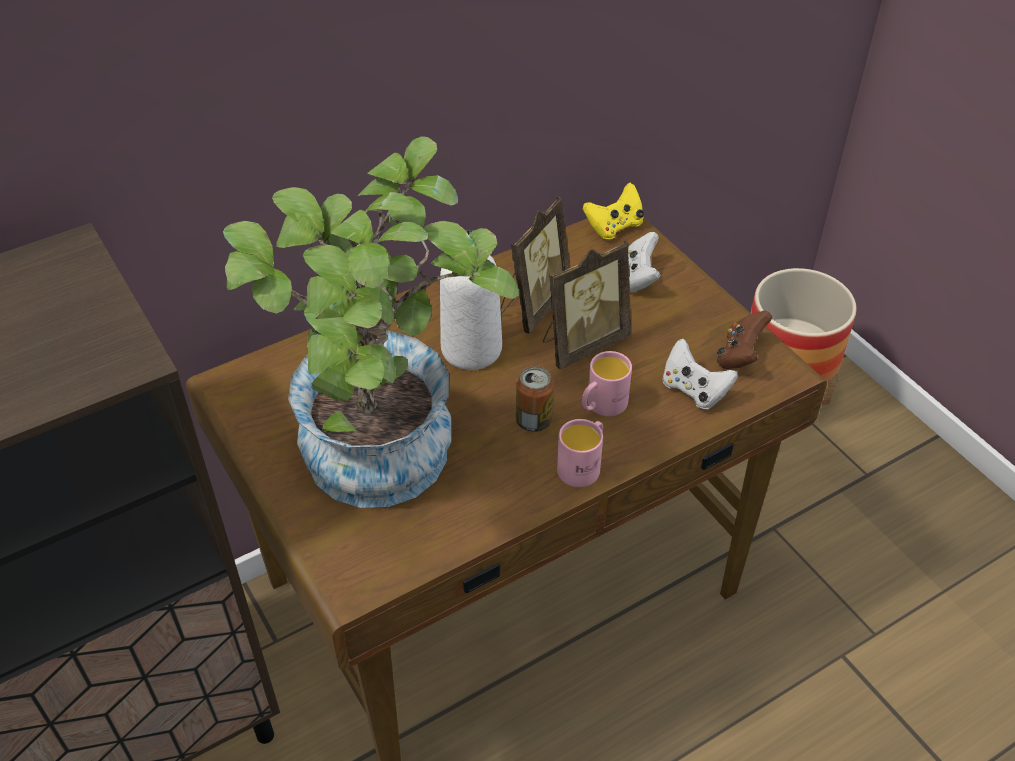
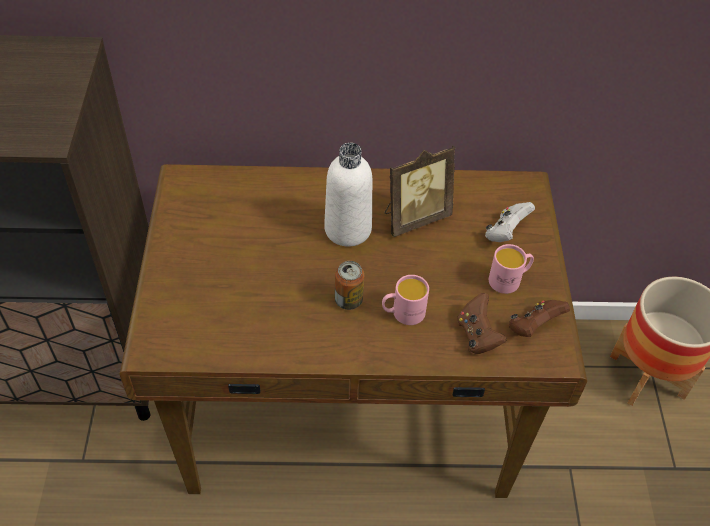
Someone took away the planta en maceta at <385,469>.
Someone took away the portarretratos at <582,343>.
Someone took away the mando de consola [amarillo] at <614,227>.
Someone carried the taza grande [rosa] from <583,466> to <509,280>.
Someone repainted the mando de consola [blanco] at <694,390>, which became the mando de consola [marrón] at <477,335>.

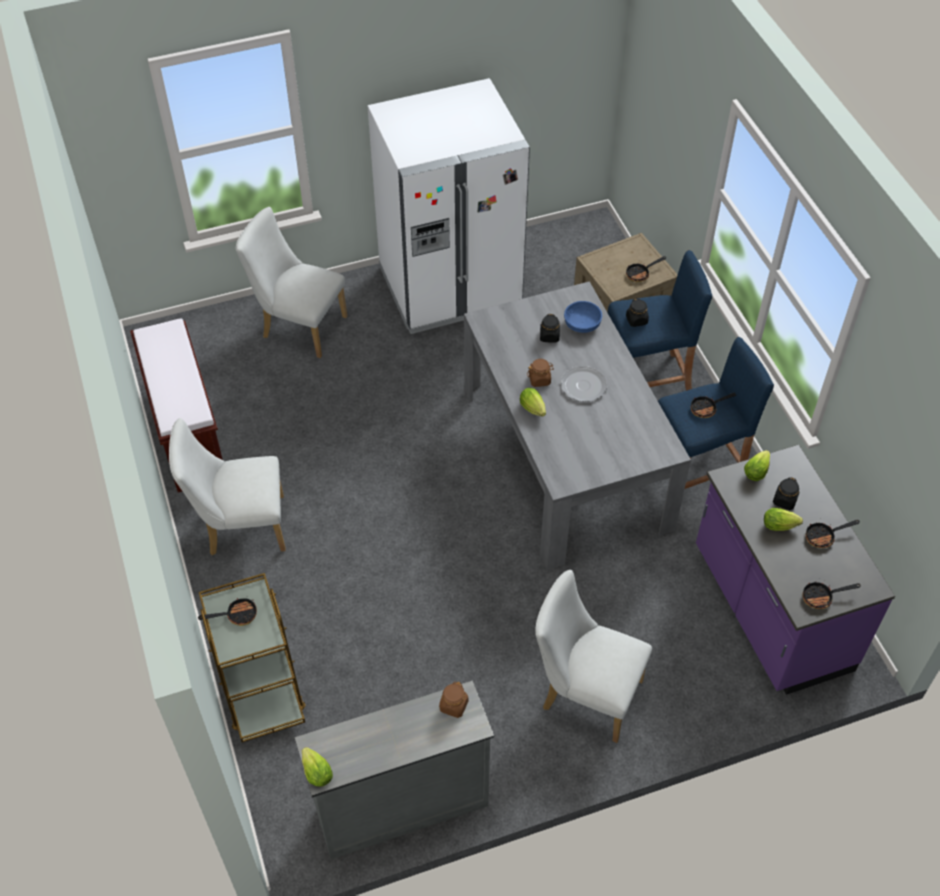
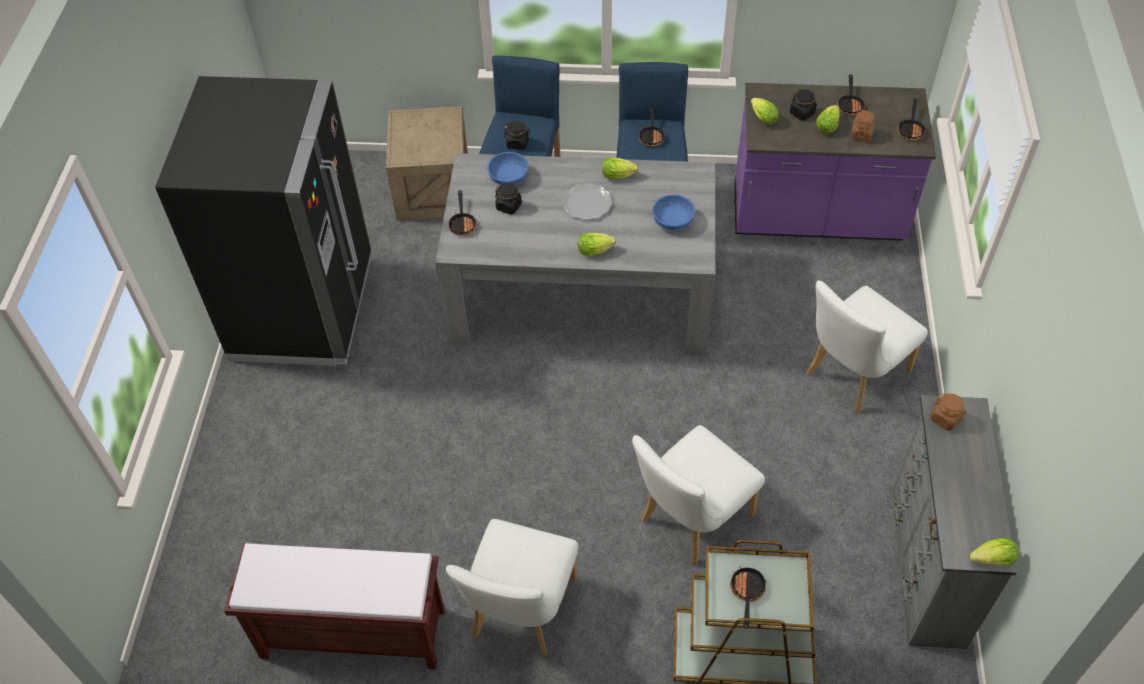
Someone put down the lechuga at <620,176>.
Someone put down the cuenco [azul] at <672,221>.
Someone carried the silla [blanco] from <298,326> to <690,521>.
Someone carried the tarro [marrón] from <539,380> to <861,134>.
Someone carried the sartén from <640,274> to <462,223>.
Someone repainted the nevera [blanco] at <450,287>, which became the nevera [negro] at <303,309>.

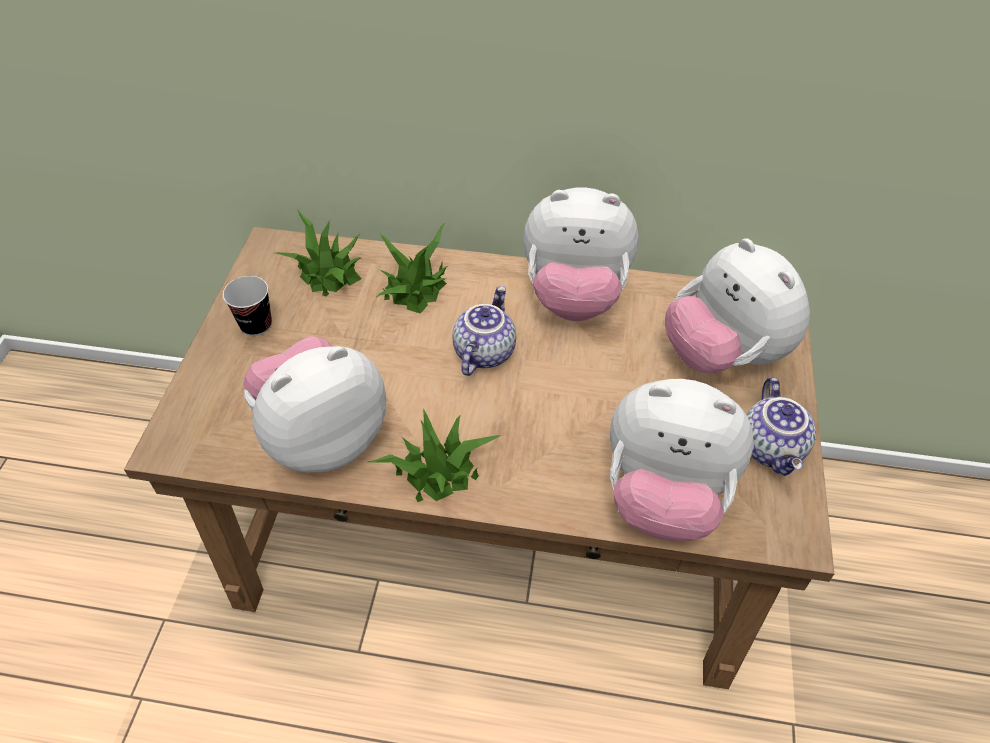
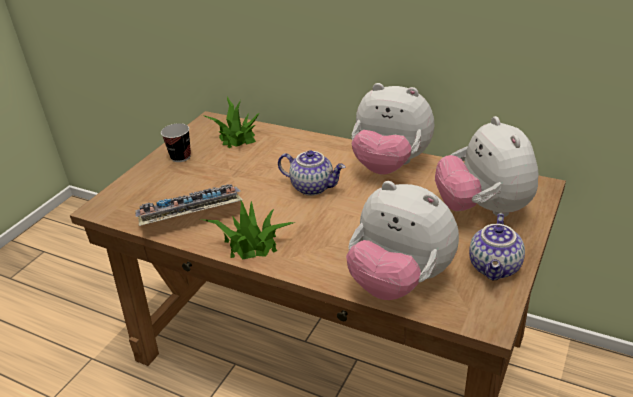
Someone took away the planta en maceta at <416,287>.
Someone swapped the peluche at <323,437> for the teclado at <190,216>.
Someone rotated the tetera at <483,352> by 75 degrees clockwise.

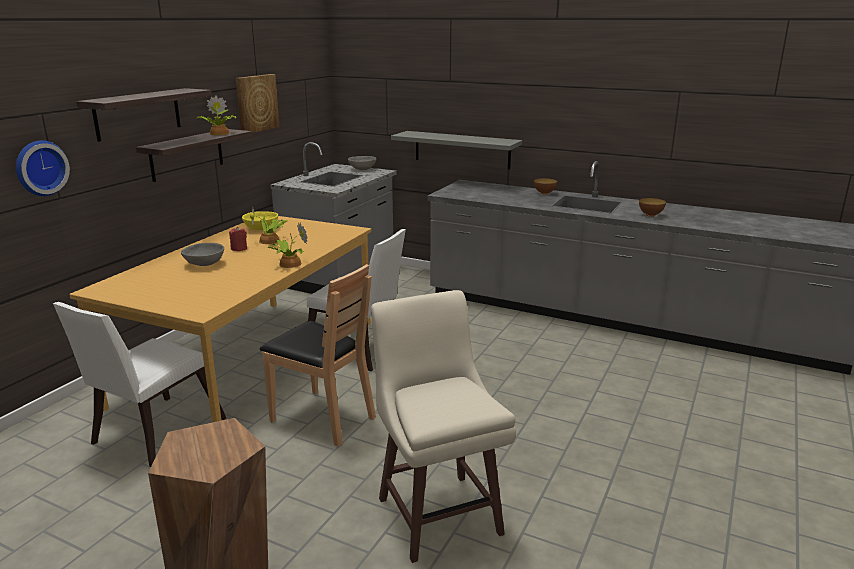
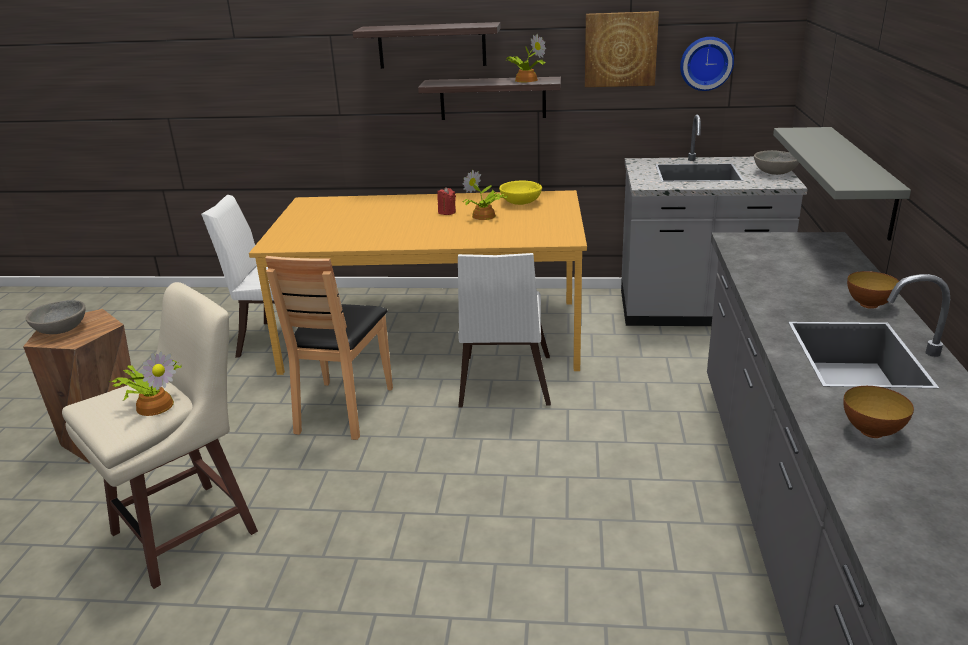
Someone carried the reloj de pared from <39,168> to <706,63>.
Someone carried the cuenco [gris] from <204,264> to <62,329>.
Someone carried the planta en maceta from <288,264> to <155,404>.

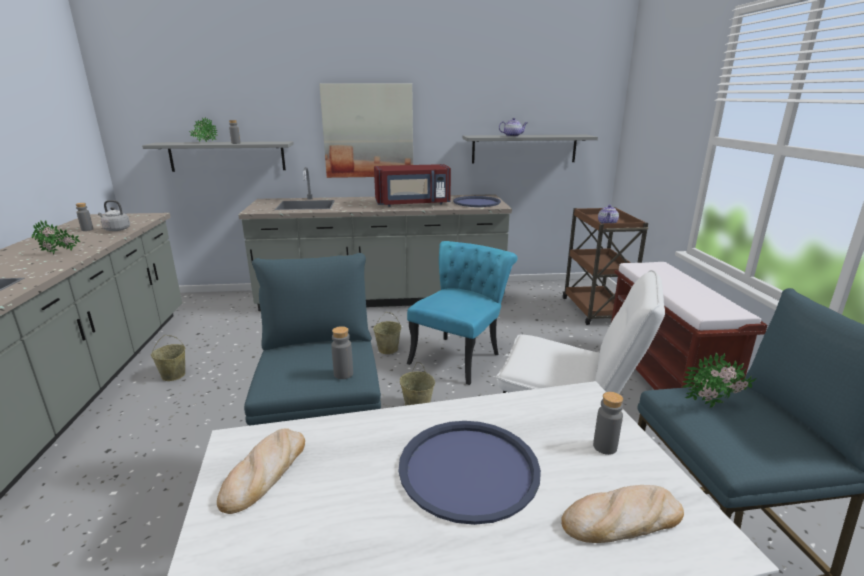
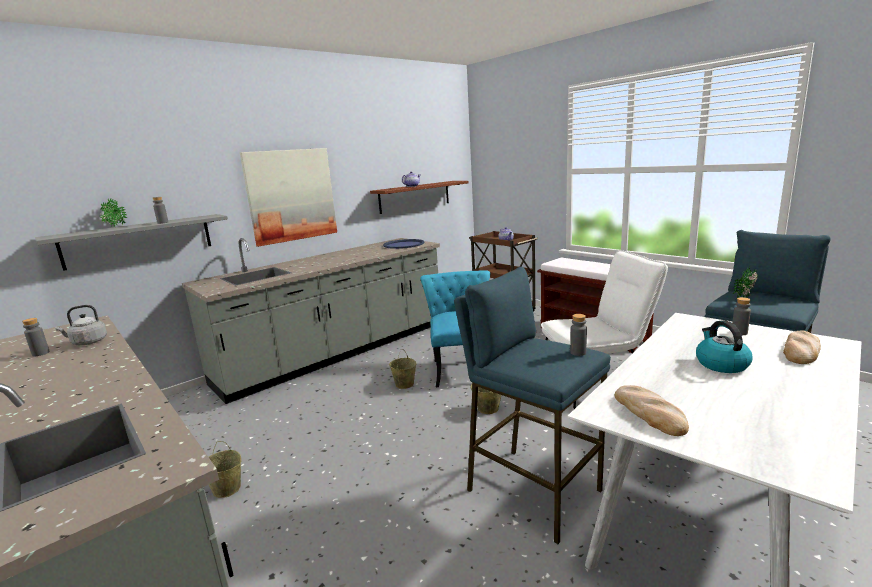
Someone took away the planta en maceta at <59,253>.
Someone took away the microondas [rojo] at <413,204>.
Someone swapped the bandeja [azul] at <468,470> for the hervidor at <721,364>.
Someone repainted the estante [gris] at <524,148>, which became the estante [marrón] at <415,196>.

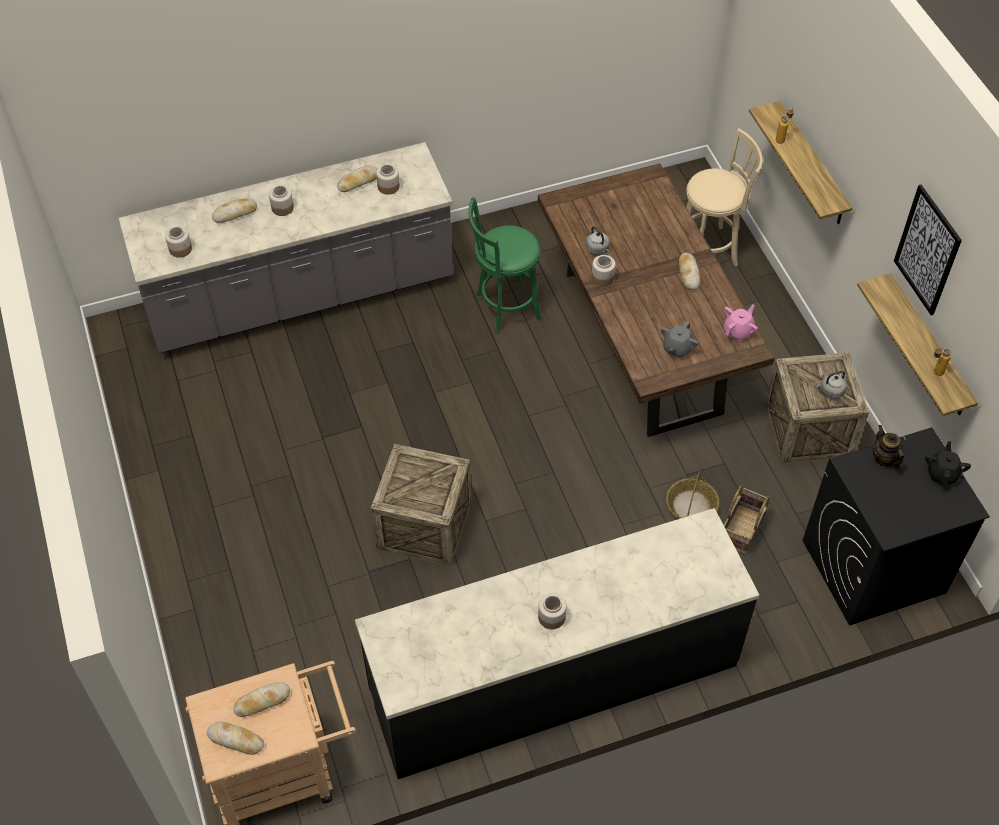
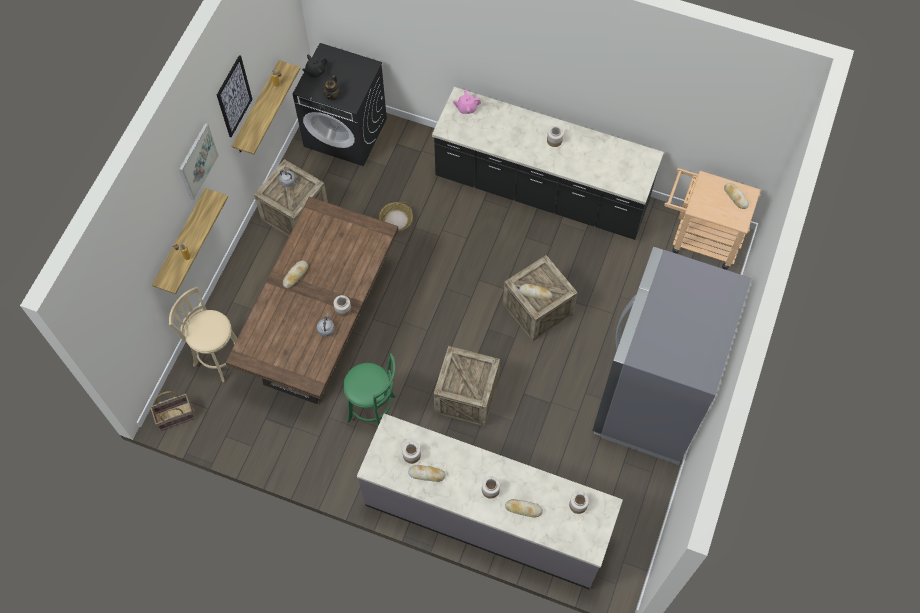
Someone took away the tetera [gris] at <677,348>.
Someone put up the cuadro at <197,161>.
Someone put down the caja de embalaje at <466,396>.
Someone put down the nevera [gris] at <651,397>.
Someone carried the pan from <262,701> to <535,293>.
Someone carried the tetera [rosa] from <738,331> to <466,108>.
Someone carried the cesta from <743,530> to <175,415>.

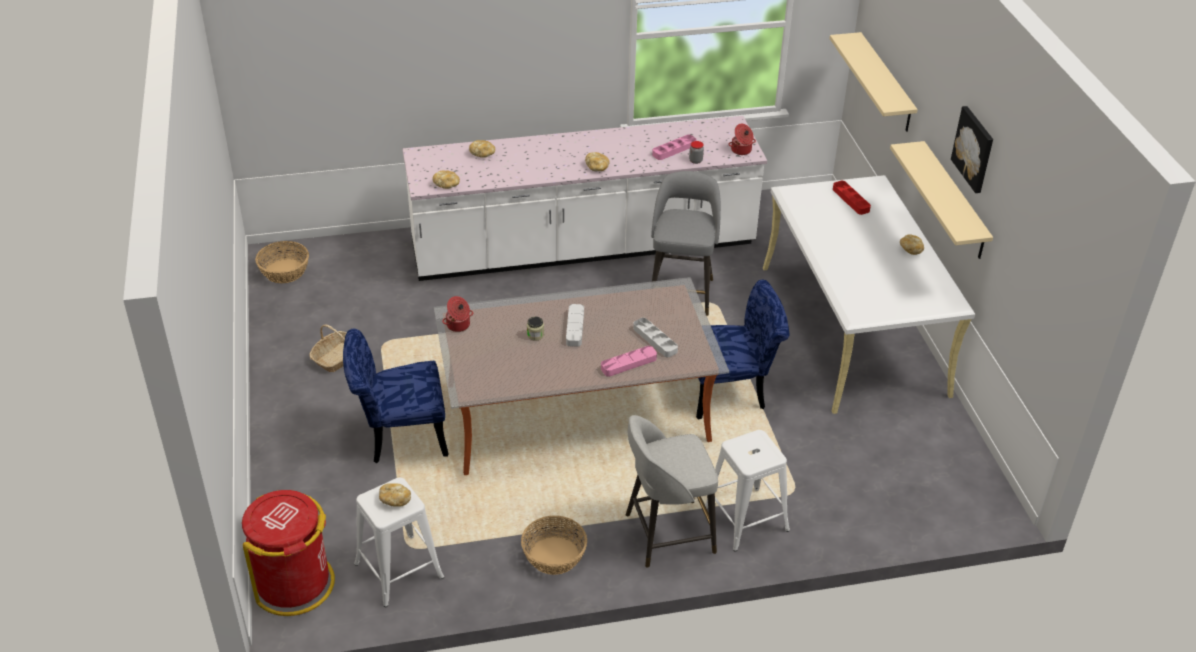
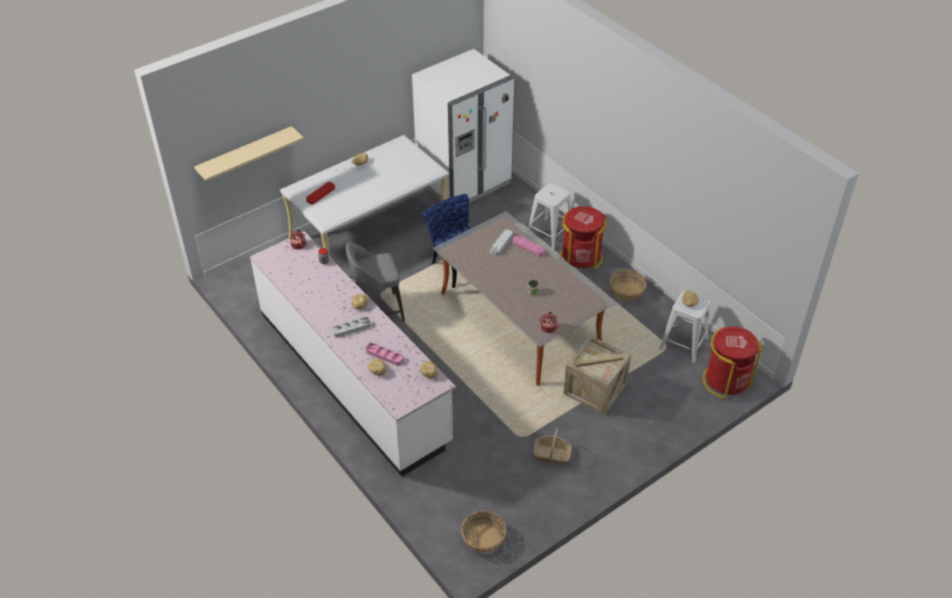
Someone took away the estante [beis] at <954,201>.
Someone took away the cuadro at <974,149>.
Someone put down the nevera [blanco] at <464,182>.
Someone carried the bandeja [gris] from <575,327> to <351,328>.
Someone carried the bandeja [rosa] from <674,150> to <384,356>.
Someone swapped the silla [azul] at <399,436> for the caja de embalaje at <595,389>.
Someone swapped the taburete [gris] at <666,534> for the papelera [rojo] at <581,257>.

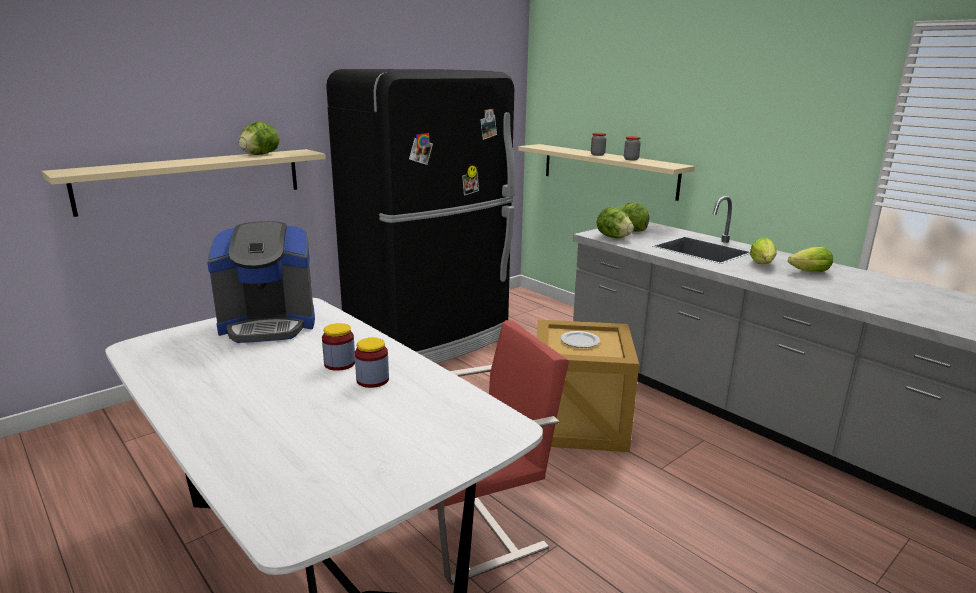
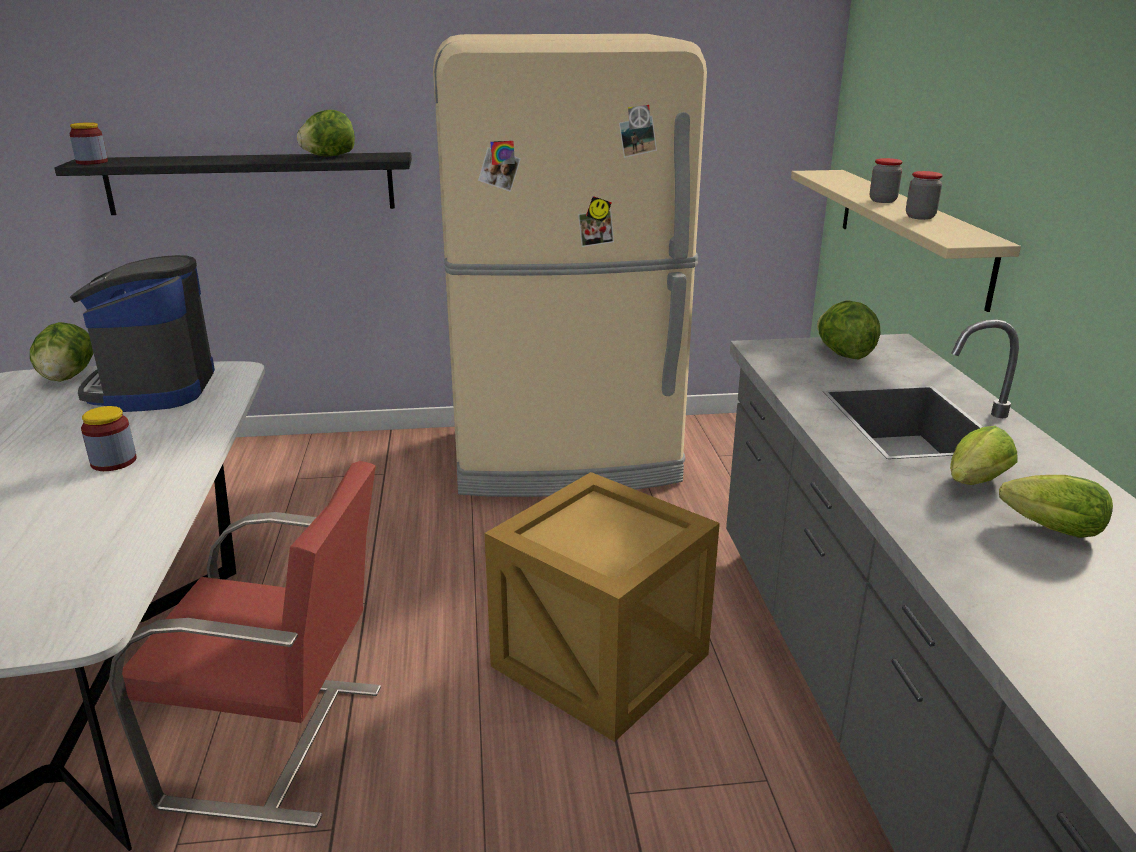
Someone took away the plato at <580,341>.
Someone carried the tarro from <372,380> to <92,162>.
Someone carried the lechuga from <613,237> to <67,377>.
Someone repainted the estante [beis] at <193,180>, which became the estante [negro] at <251,183>.
Someone repainted the nevera [negro] at <431,338>, which became the nevera [beis] at <566,458>.
Someone rotated the cafetera at <268,324> by 60 degrees clockwise.

